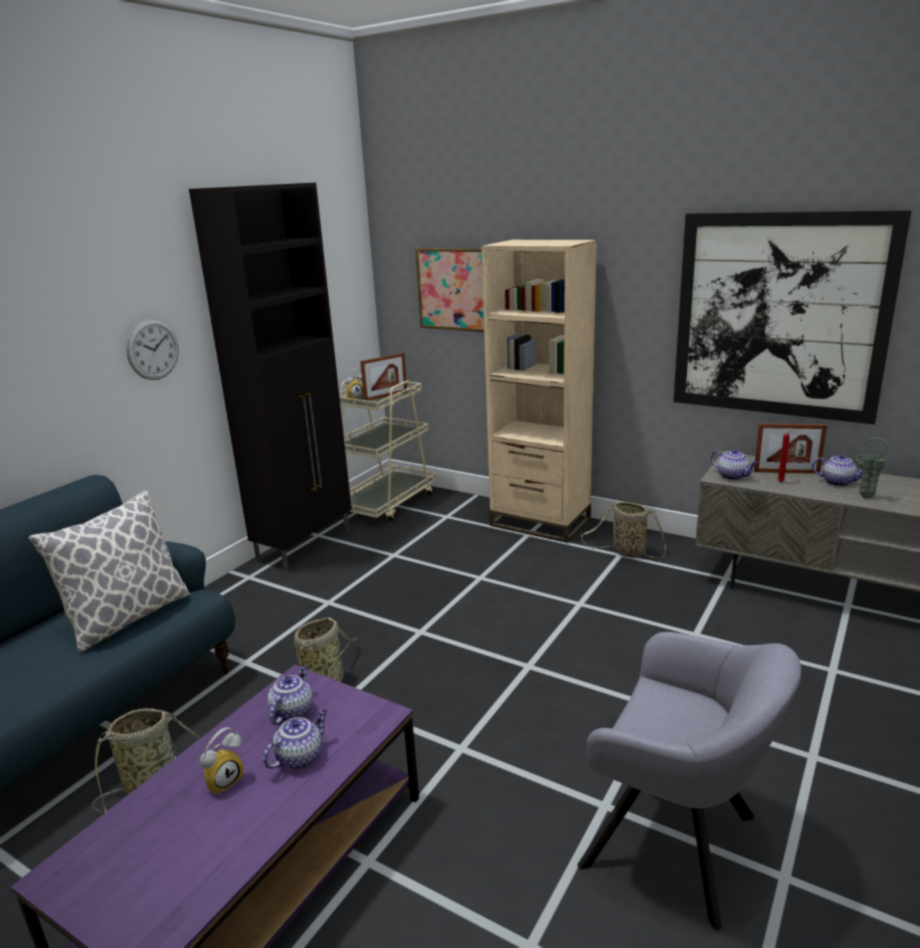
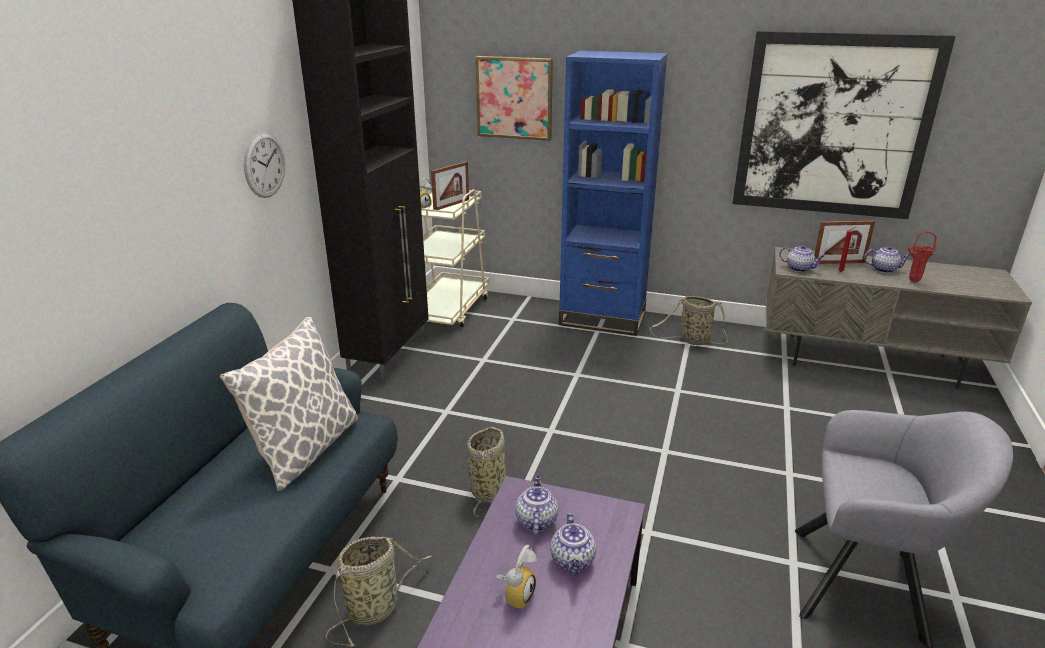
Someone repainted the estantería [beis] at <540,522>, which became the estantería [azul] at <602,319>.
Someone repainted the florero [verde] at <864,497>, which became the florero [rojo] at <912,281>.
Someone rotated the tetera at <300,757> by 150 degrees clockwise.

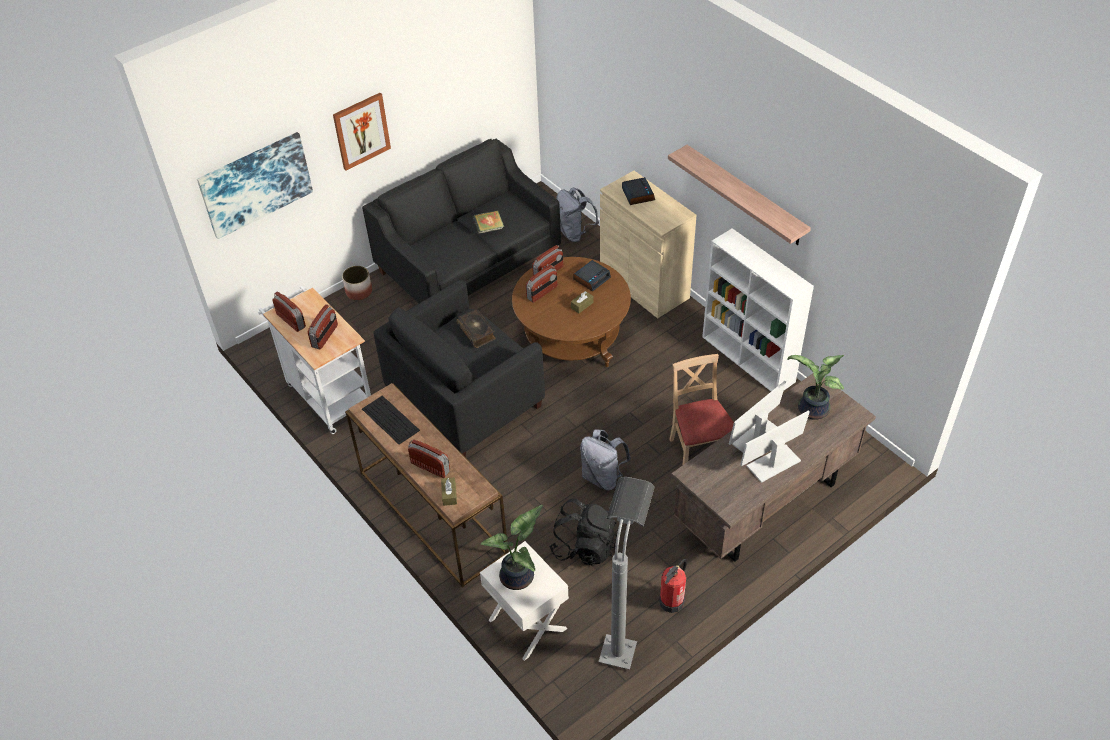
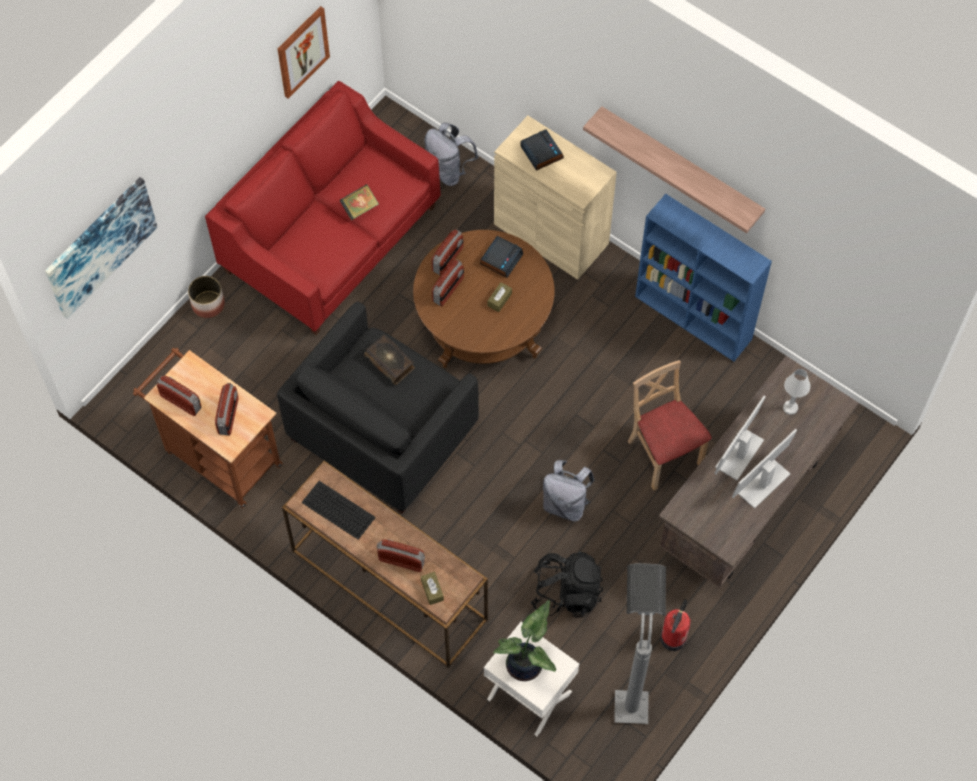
Someone carried the cuadro from <361,131> to <302,51>.
Someone swapped the planta en maceta at <811,410> for the lámpara de mesa [blanco] at <790,408>.
Someone repainted the carrito [blanco] at <327,394>, which became the carrito [marrón] at <218,455>.
Someone repainted the sofá [negro] at <468,263>, which became the sofá [rojo] at <331,239>.
Someone repainted the estantería [blanco] at <749,359>, which became the estantería [azul] at <694,318>.

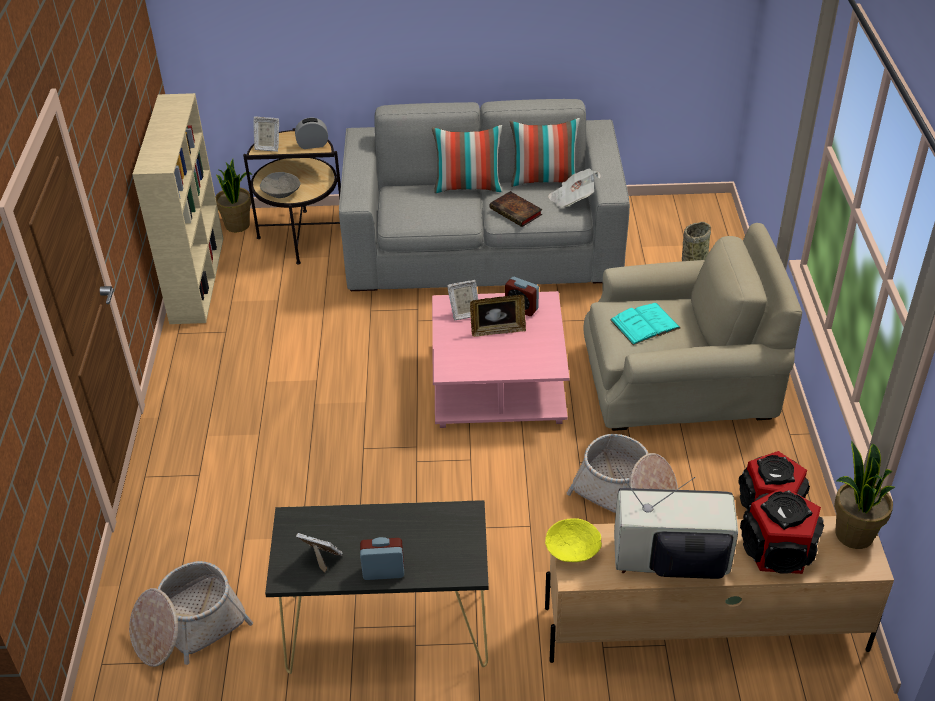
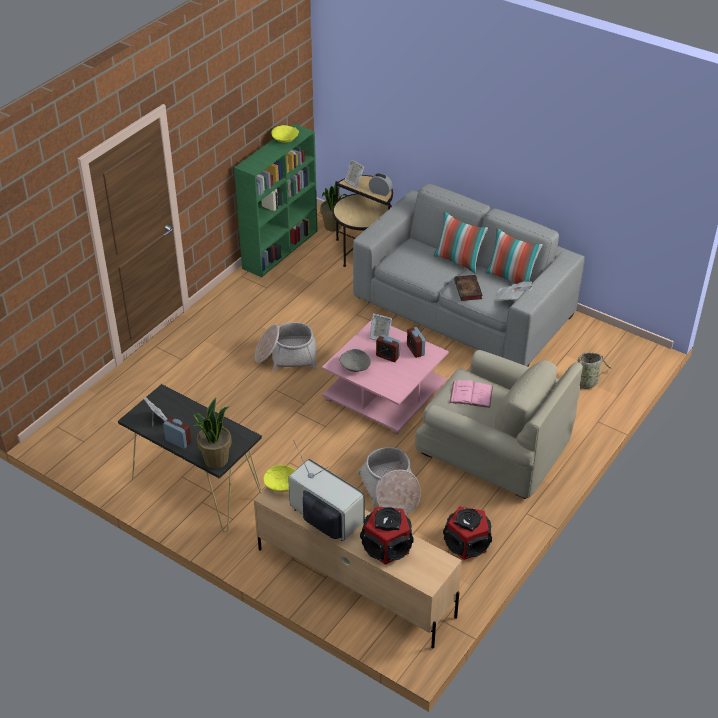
Someone put down the cuenco [amarillo] at <285,140>.
Someone carried the cesta from <188,627> to <286,356>.
Someone carried the cuenco [gris] from <281,194> to <355,367>.
Someone carried the planta en maceta from <853,534> to <216,459>.
Someone swapped the portarretratos at <498,330> for the despertador at <388,356>.
Someone repainted the estantería [beis] at <197,278>, which became the estantería [verde] at <280,249>.
Someone repainted the libro [turquesa] at <645,324>, which became the libro [rosa] at <471,394>.

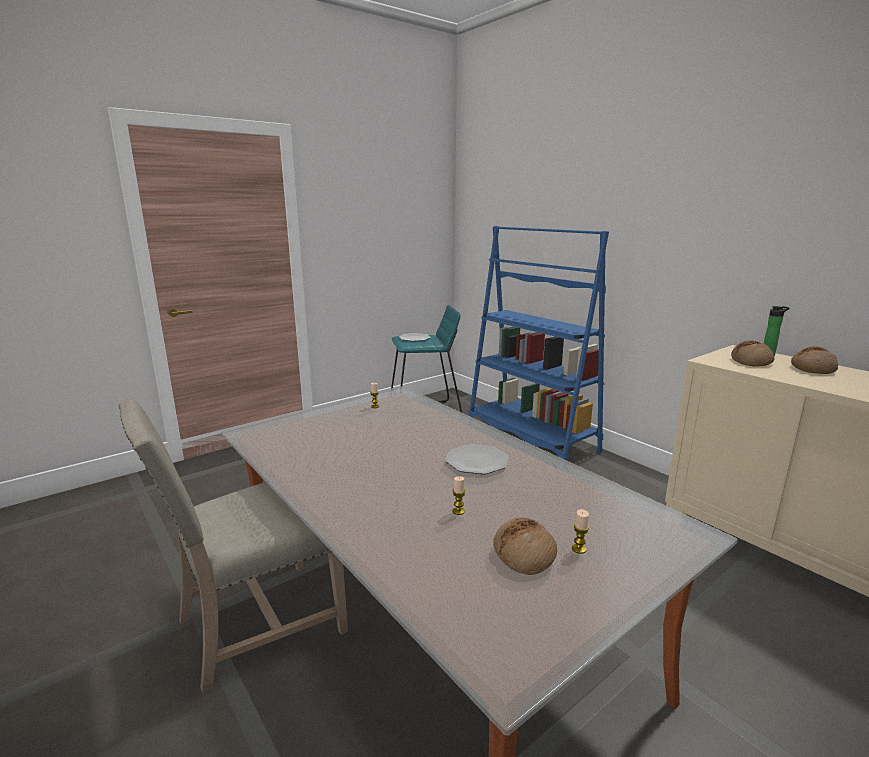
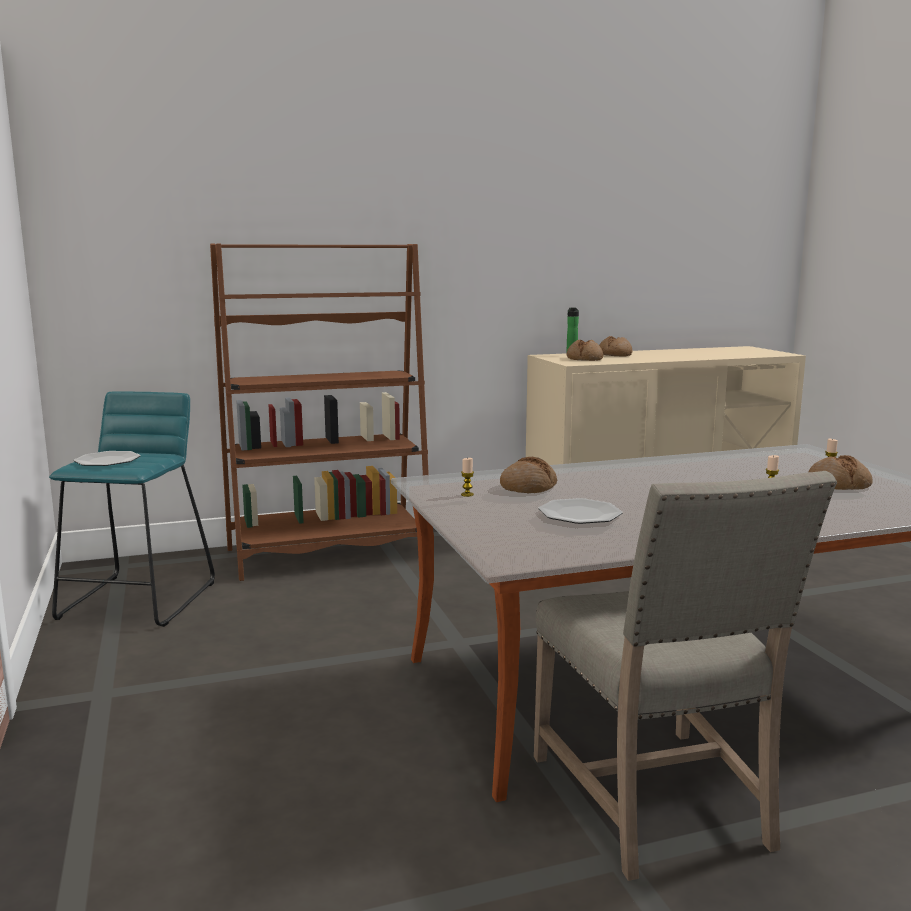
Someone put down the pan at <528,487>.
Someone carried the plato from <477,461> to <580,514>.
Someone repainted the estantería [azul] at <531,440>, which became the estantería [marrón] at <328,554>.

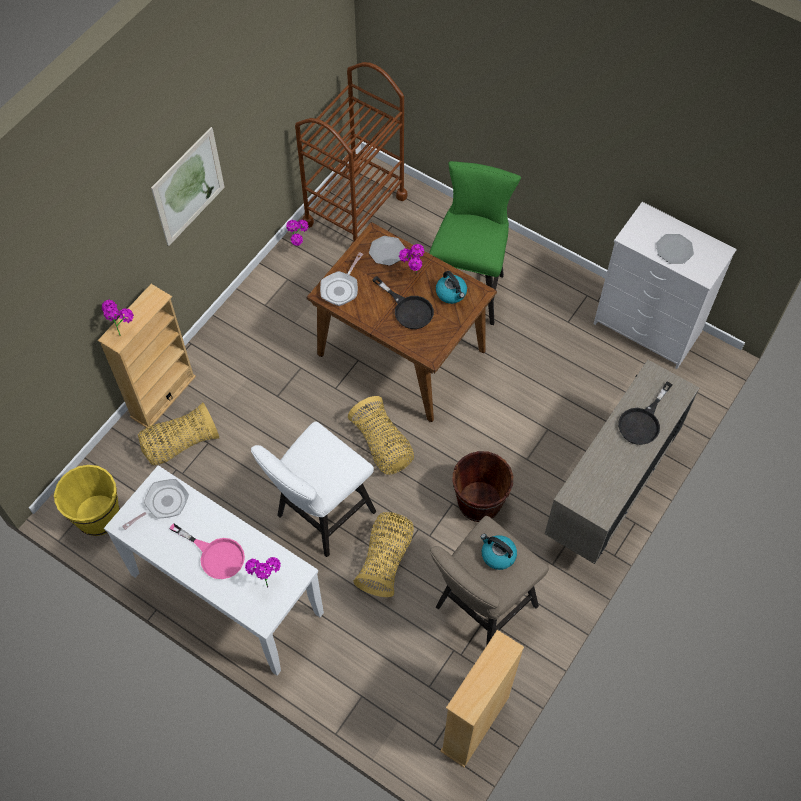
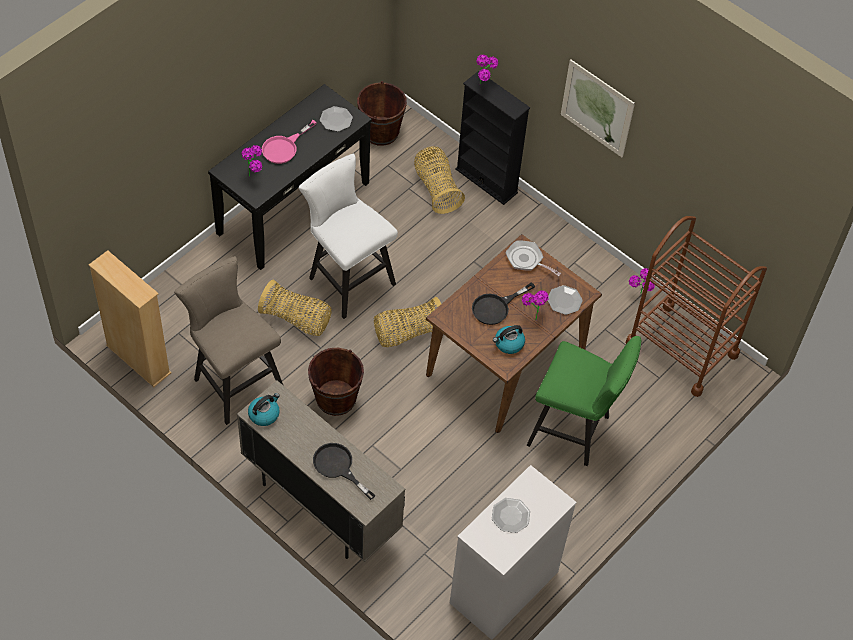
Someone carried the hervidor from <497,555> to <264,414>.
Someone swapped the sartén at <163,504> for the plato at <336,119>.
Someone repainted the cubo [amarillo] at <98,516>, which became the cubo [marrón] at <381,132>.
Someone repainted the estantería [beis] at <163,396>, which became the estantería [negro] at <486,181>.
Someone repainted the mesa consola [blanco] at <226,594>, which became the mesa consola [negro] at <293,207>.

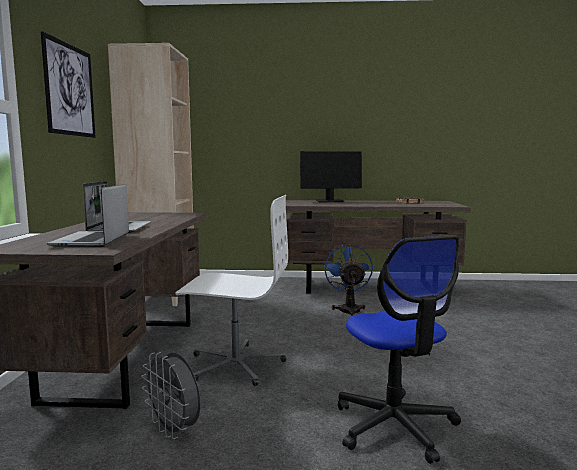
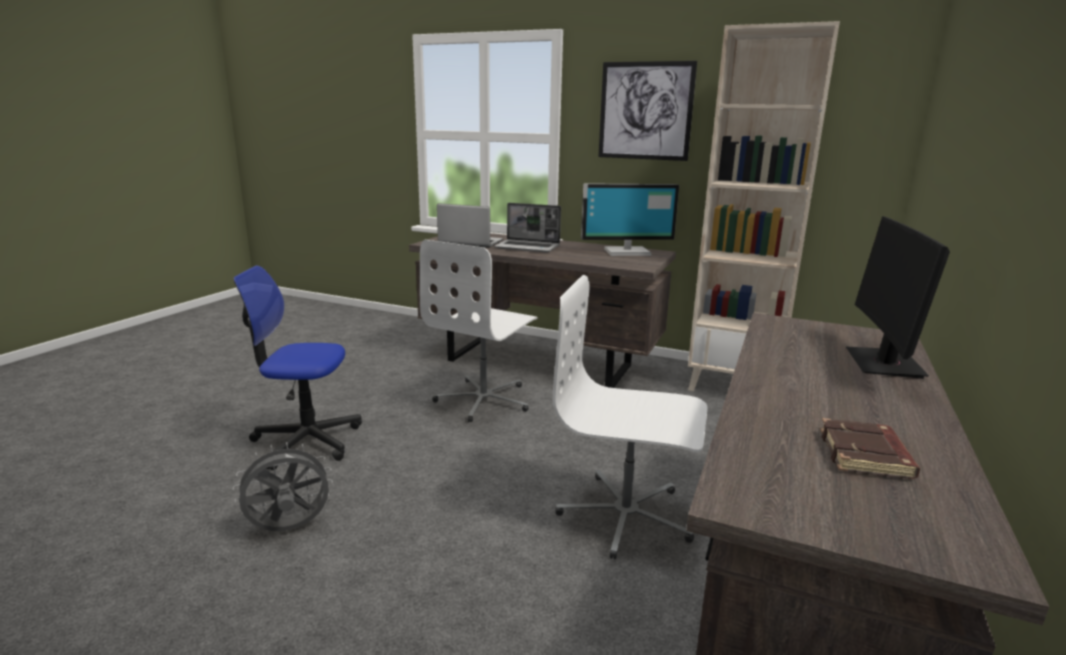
Someone put down the monitor at <626,252>.
Someone carried the ventilador [gris] from <175,430> to <289,529>.
Someone swapped the ventilador [azul] at <348,309> for the silla de oficina [blanco] at <626,516>.

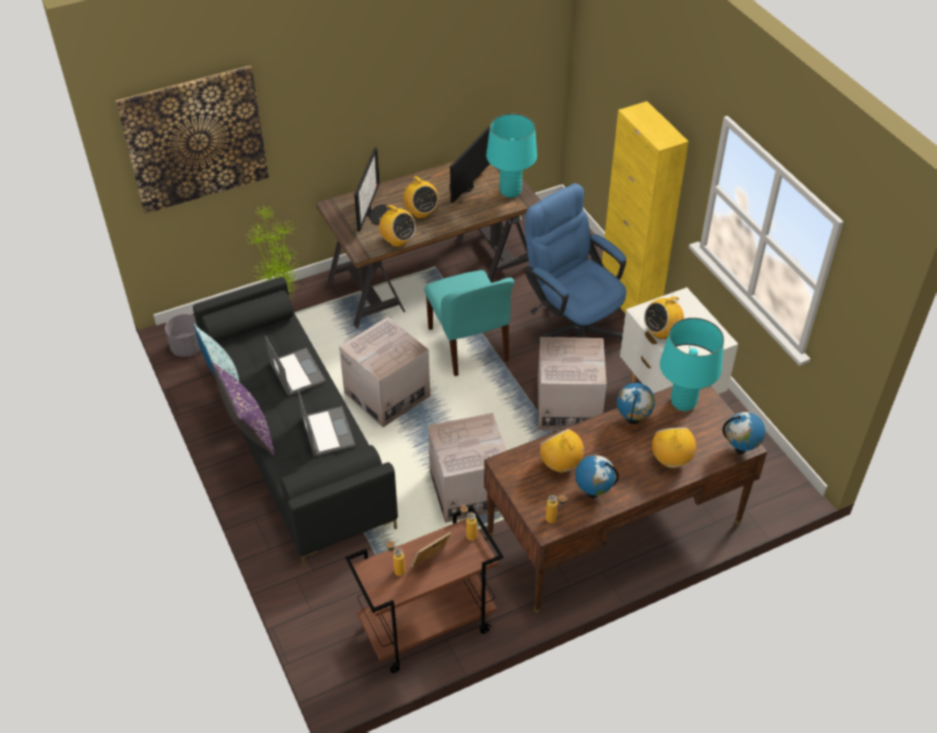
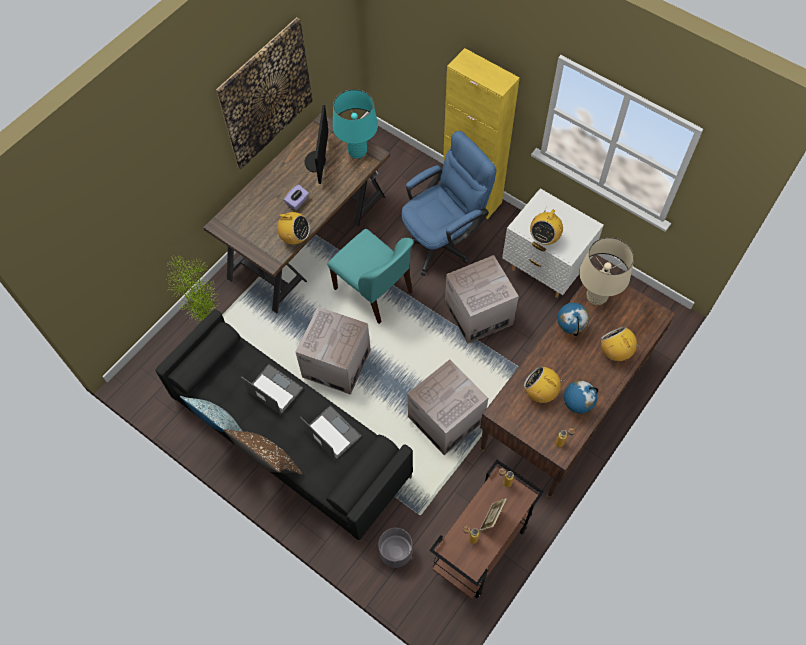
Someone took away the monitor at <377,214>.
Someone took away the globo terráqueo at <740,449>.
Someone carried the cuadro from <195,139> to <266,94>.
Someone carried the maceta [gris] from <187,348> to <395,552>.
Someone swapped the radio at <421,213> for the caja de pañuelos [morado] at <297,202>.
Someone repainted the cojín [morado] at <248,432>, which became the cojín [marrón] at <269,463>.
Someone repainted the lámpara de mesa [turquesa] at <683,402>, which became the lámpara de mesa [beis] at <596,297>.
Someone rotated the silla de oficina [azul] at <572,327> by 120 degrees clockwise.

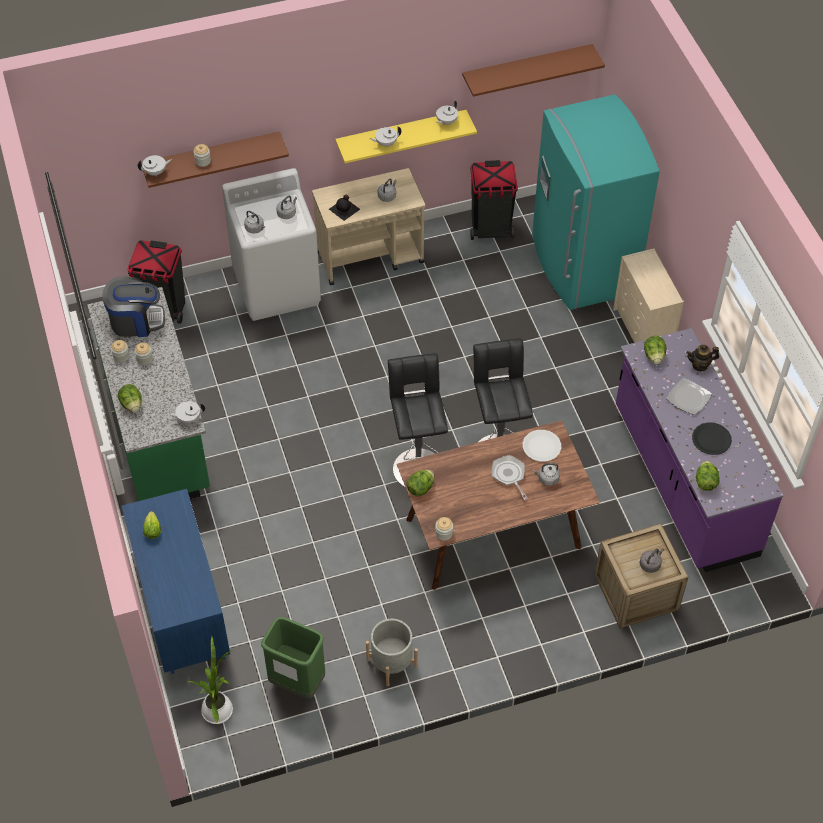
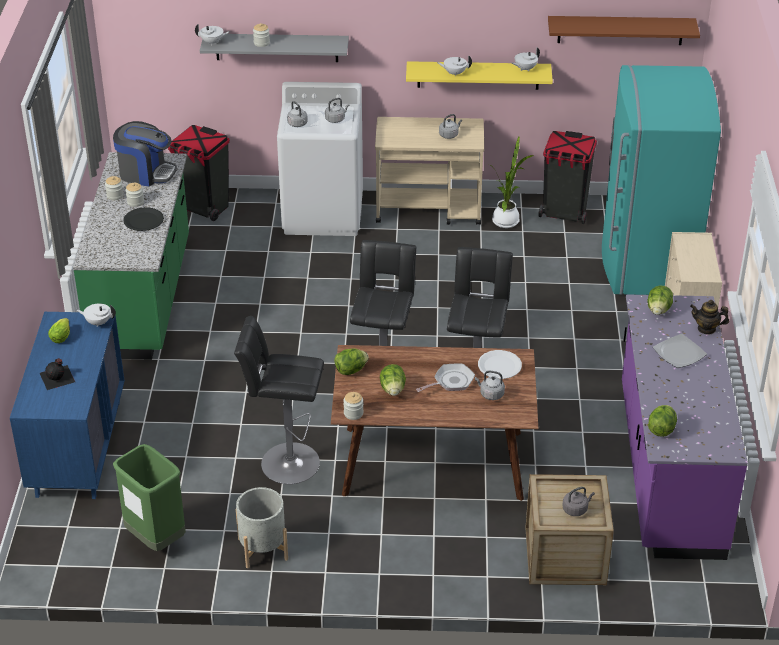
Someone put down the taburete [negro] at <285,463>.
Someone carried the lechuga from <132,404> to <393,390>.
Someone carried the tetera [blanco] from <188,418> to <98,322>.
Someone carried the planta en maceta from <218,708> to <506,220>.
Someone carried the botella [negro] from <345,209> to <58,377>.
Someone carried the plato [negro] from <711,439> to <143,220>.
Someone repainted the estante [marrón] at <212,156>, which became the estante [gris] at <276,47>.
Someone rotated the sartén at <509,475> by 60 degrees clockwise.

